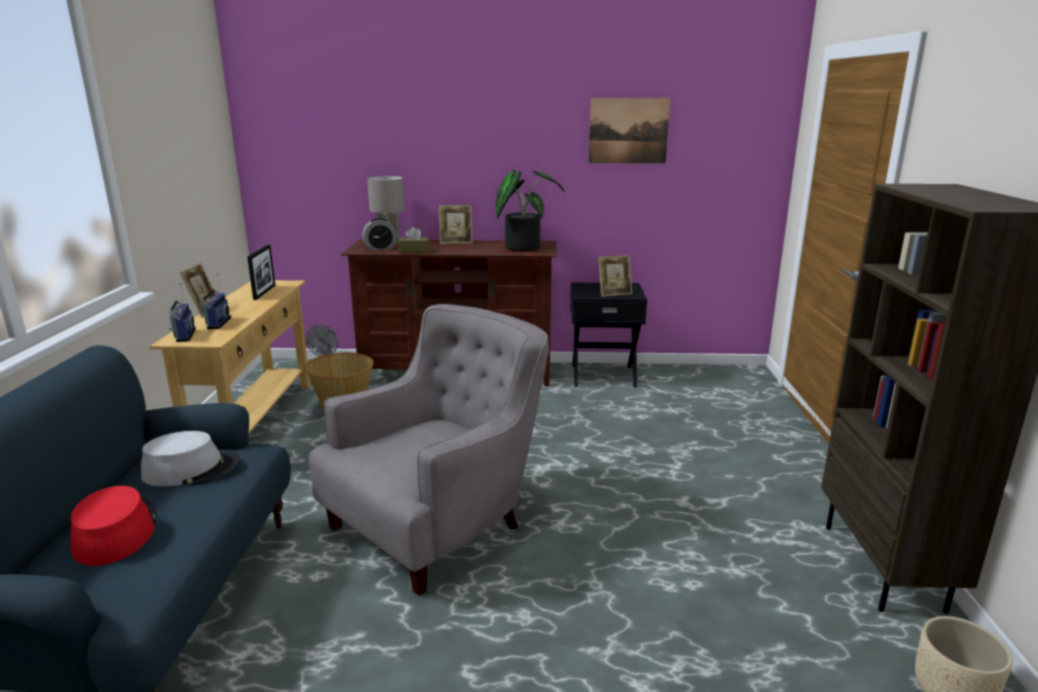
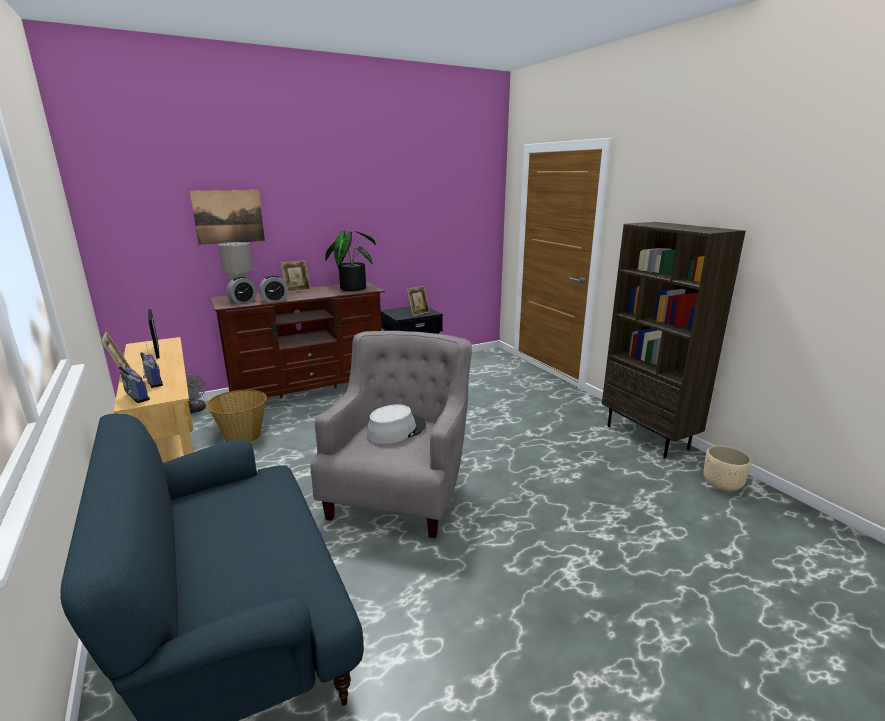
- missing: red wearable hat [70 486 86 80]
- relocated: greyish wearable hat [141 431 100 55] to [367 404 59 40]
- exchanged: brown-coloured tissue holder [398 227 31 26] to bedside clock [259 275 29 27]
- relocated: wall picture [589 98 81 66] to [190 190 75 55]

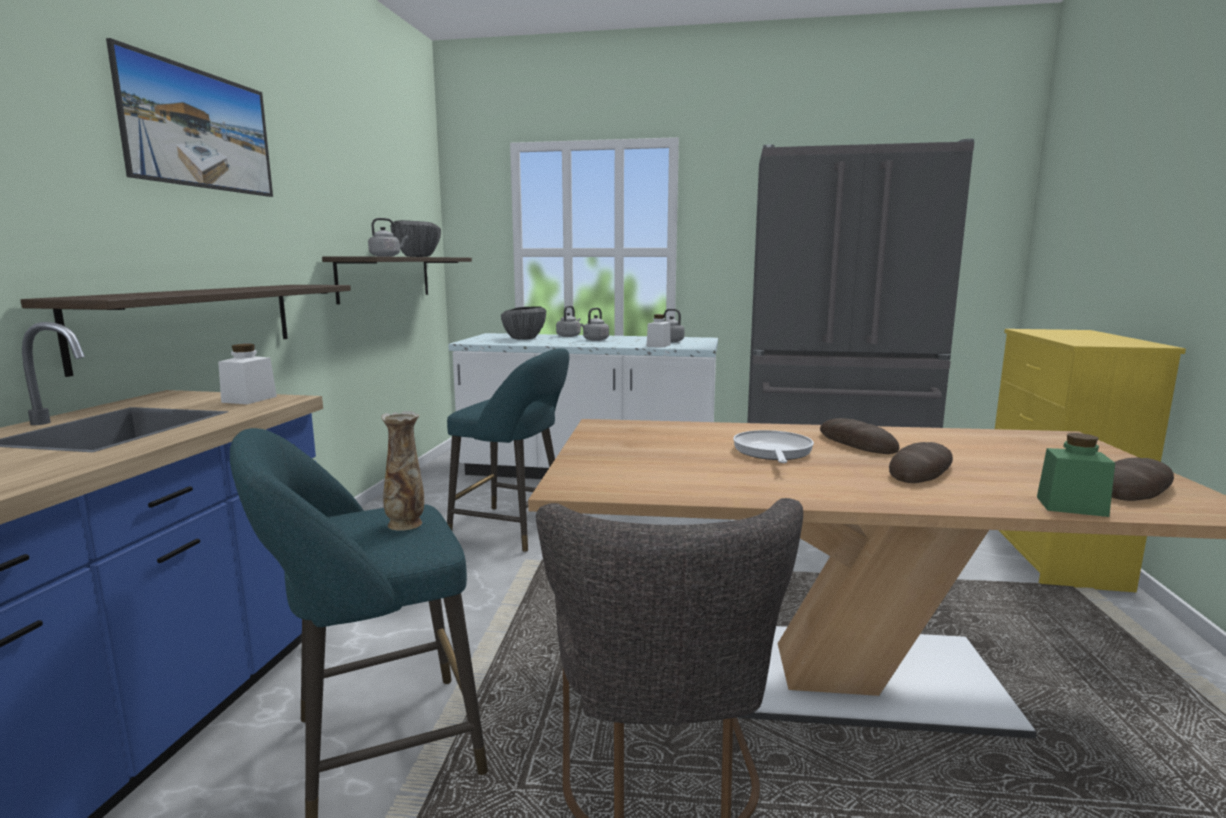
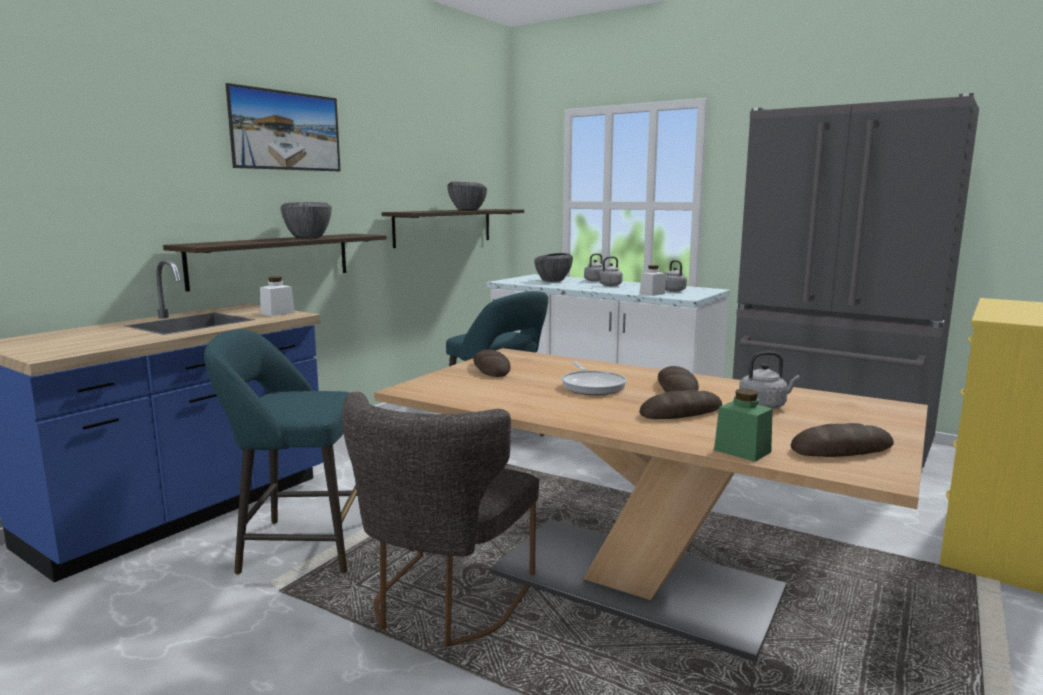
- relocated: greyish tea kettle [368 218 40 39] to [739 352 61 57]
- missing: flower vase [381 411 43 120]
- spun: frying pan [733 430 81 33] = [562 361 65 34] 135 degrees clockwise
- appeared: deep dish [280 202 52 36]
- appeared: baked bread [473 349 38 28]

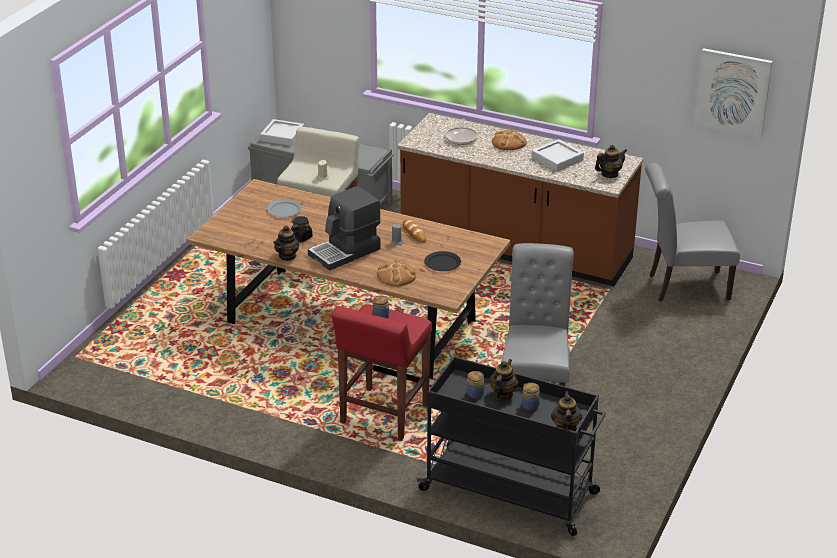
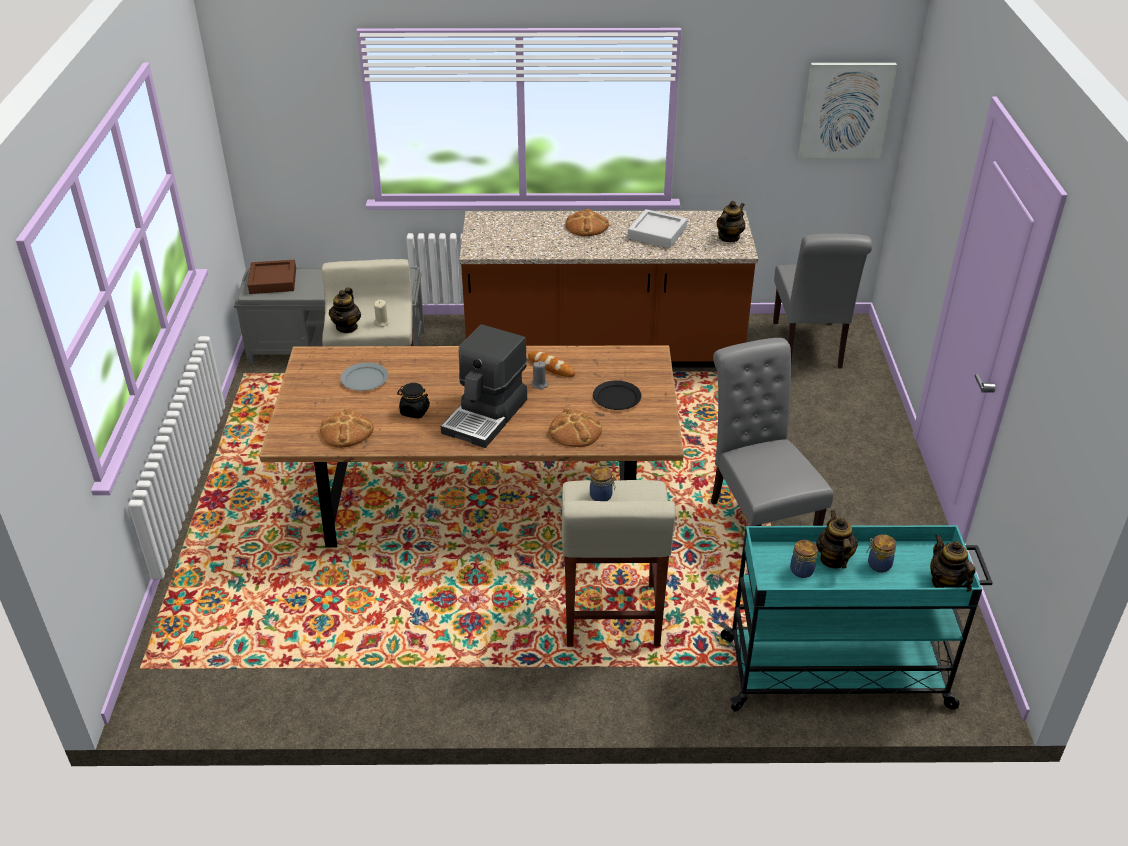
- colour: greyish tray [260 119 44 27] to brown-coloured tray [248 260 48 34]
- relocated: tea pot [273 225 27 36] to [329 287 32 46]
- colour: red sitting stool [332 304 100 137] to beige-coloured sitting stool [562 480 114 167]
- colour: blackish cart [417 357 189 179] to turquoise-coloured cart [719 525 274 187]
- missing: frying pan [445 118 33 27]
- spun: greyish chair [645 163 95 139] = [773 234 99 134] 60 degrees counterclockwise
- appeared: baked bread [320 409 54 39]

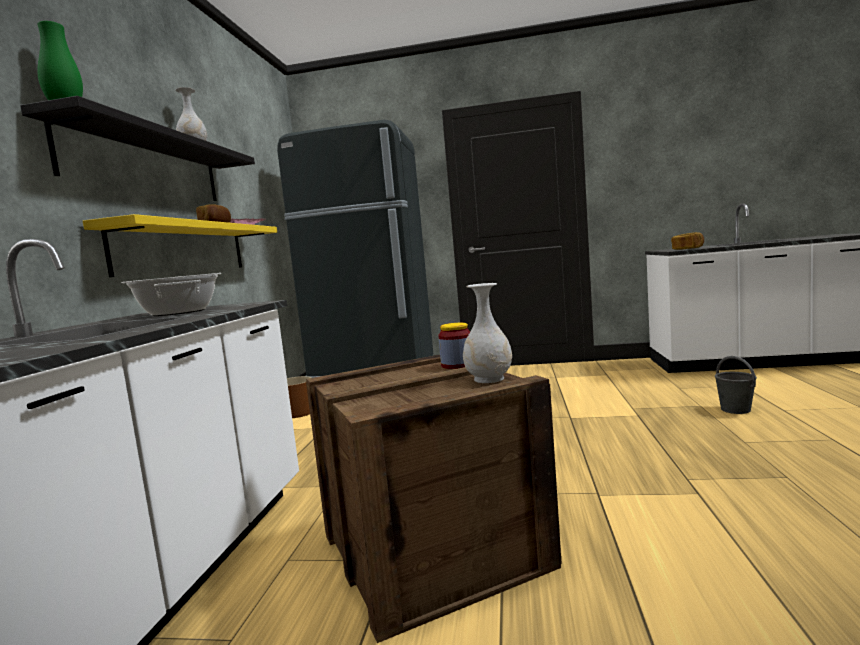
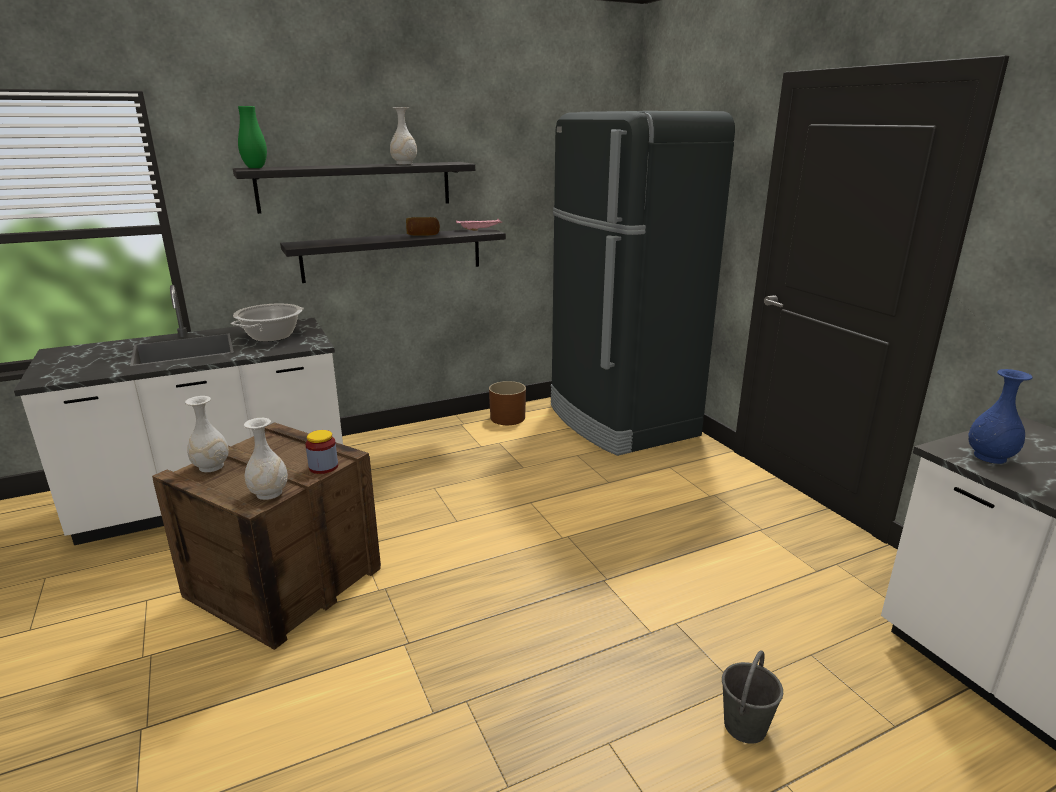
- colour: yellowish wall shelf [83 214 194 63] to blackish wall shelf [280 228 226 55]
- exchanged: baked bread [671 232 33 18] to bluish flower vase [968 369 65 95]
- appeared: white-coloured flower vase [185 396 44 76]

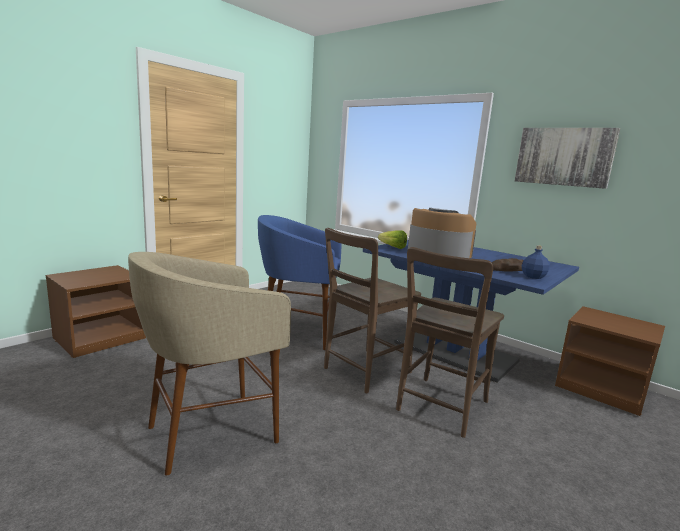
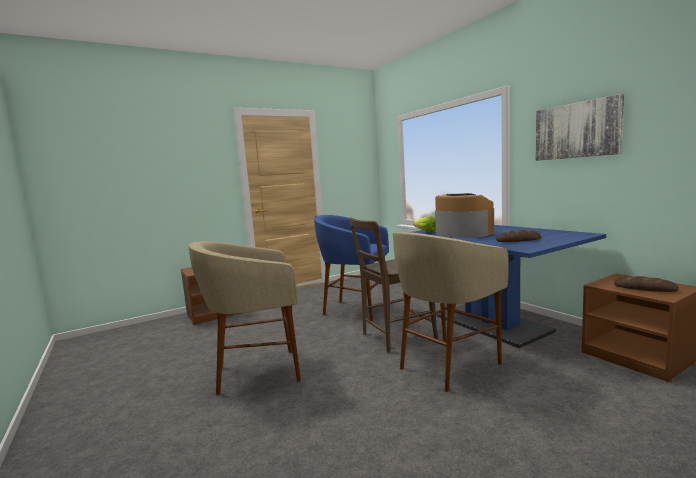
- exchanged: brown-coloured chair [396 247 108 191] to beige-coloured sitting stool [393 232 115 160]
- missing: bluish beverage bottle [522 245 28 34]
- appeared: baked bread [614 276 65 16]

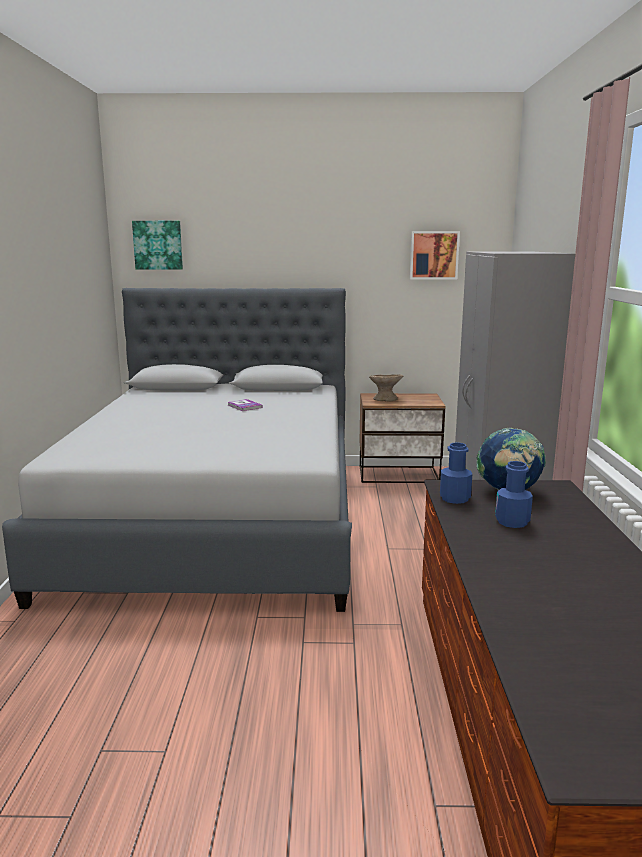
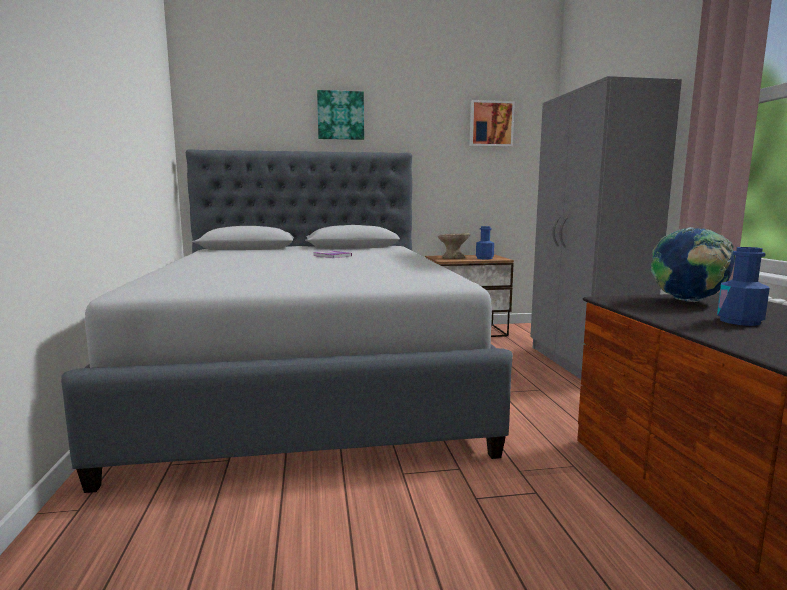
- relocated: wall picture [132 221 51 49] to [317 90 47 50]
- relocated: bluish beverage bottle [440 442 32 62] to [476 226 18 33]

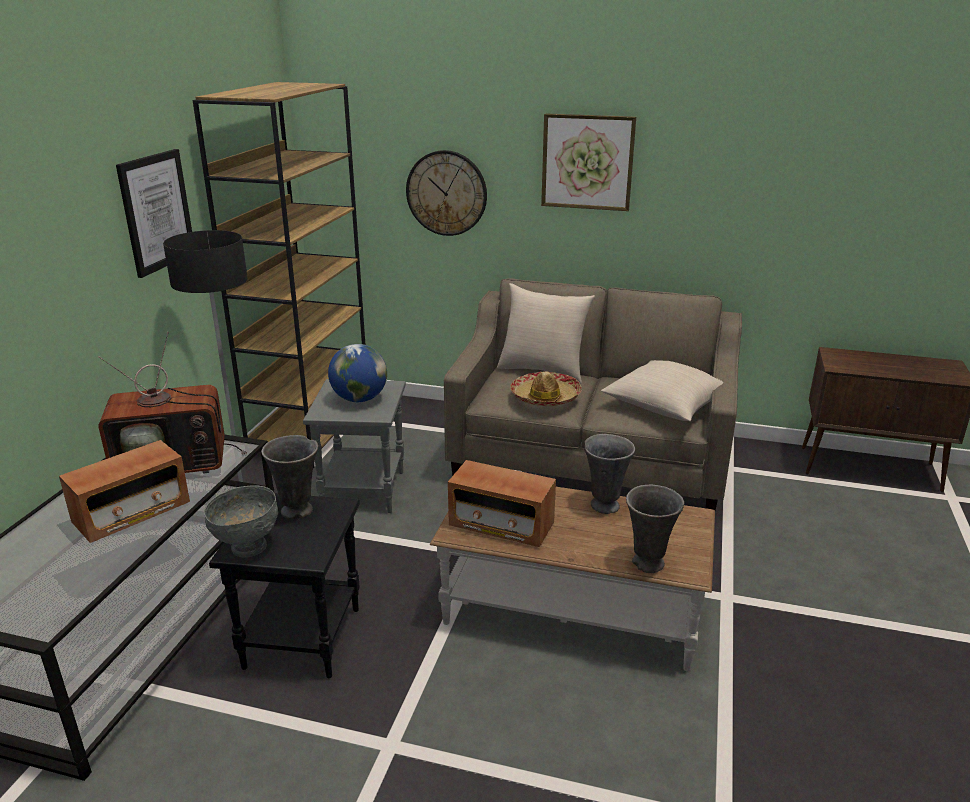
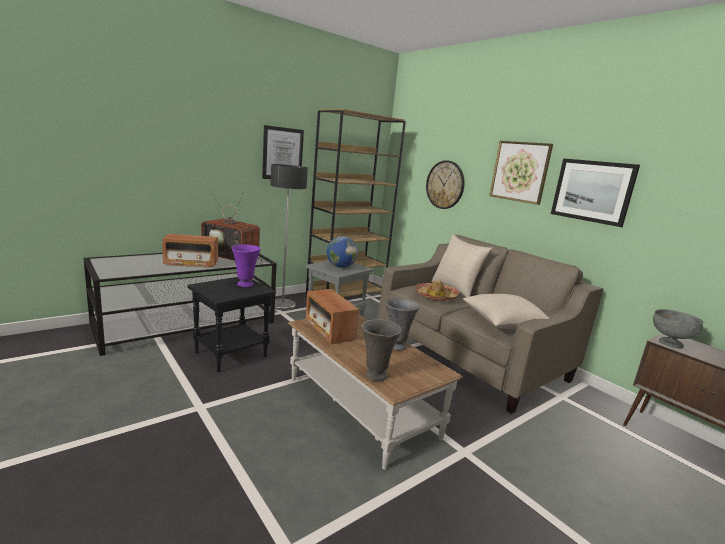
- relocated: greyish deep dish [204 485 74 72] to [653 309 51 40]
- colour: greyish flower vase [261 435 57 84] to purple flower vase [232 244 28 43]
- appeared: wall picture [551 158 89 69]

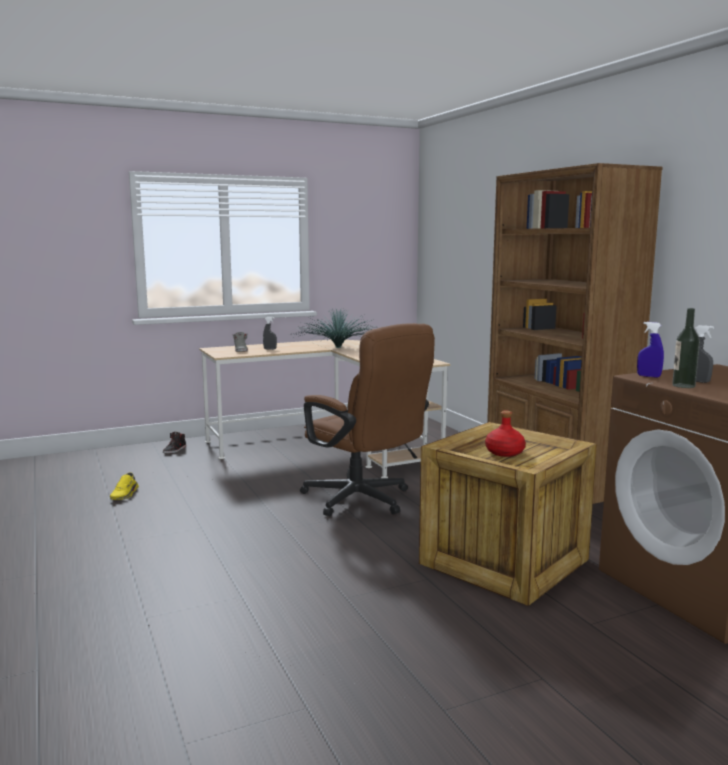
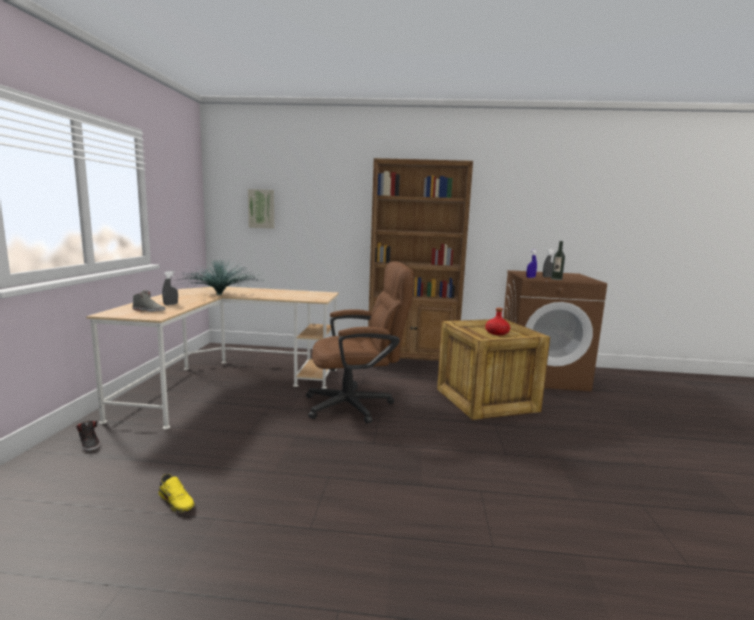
- appeared: wall picture [248 189 26 40]

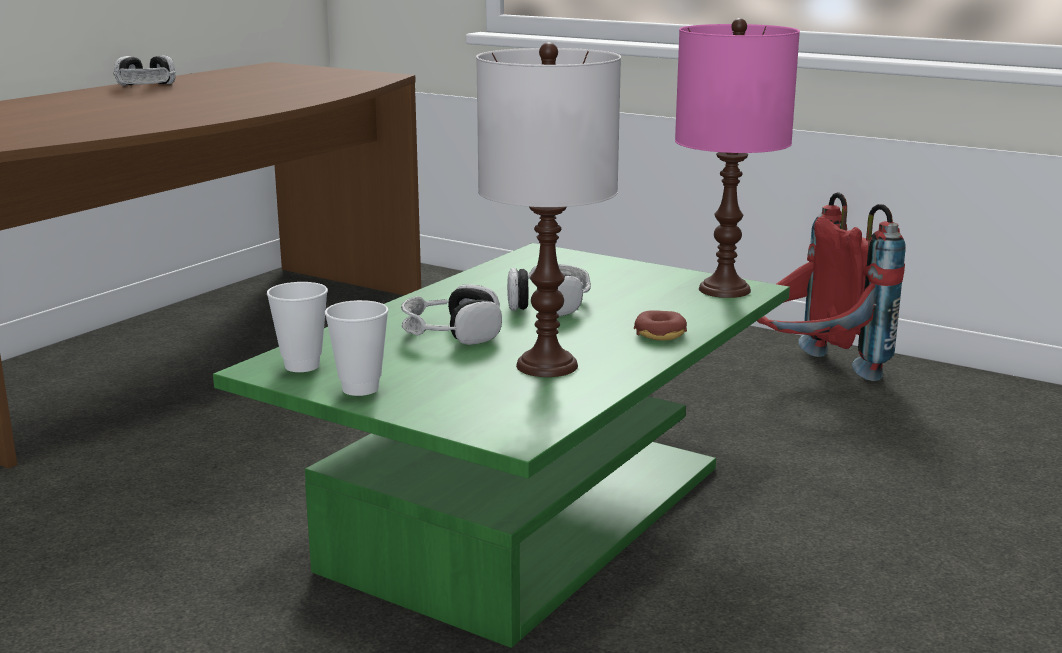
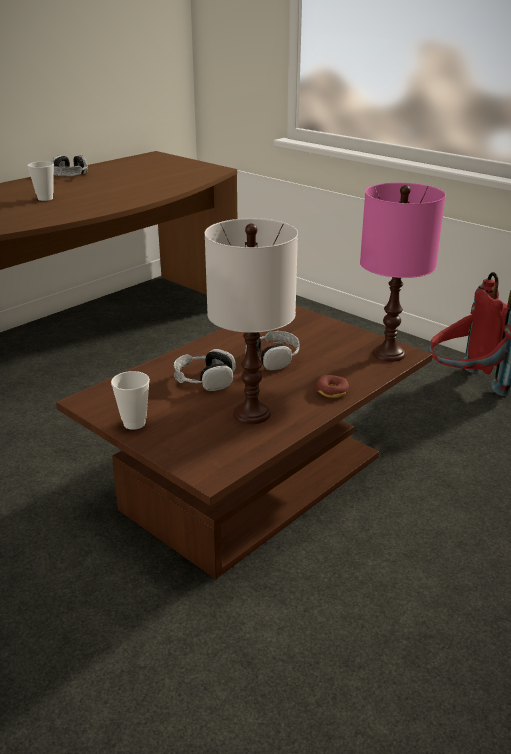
- colour: green low table [213 243 577 405] to brown-coloured low table [56 305 377 274]
- relocated: drinking cup [267 282 61 90] to [27 161 27 40]

